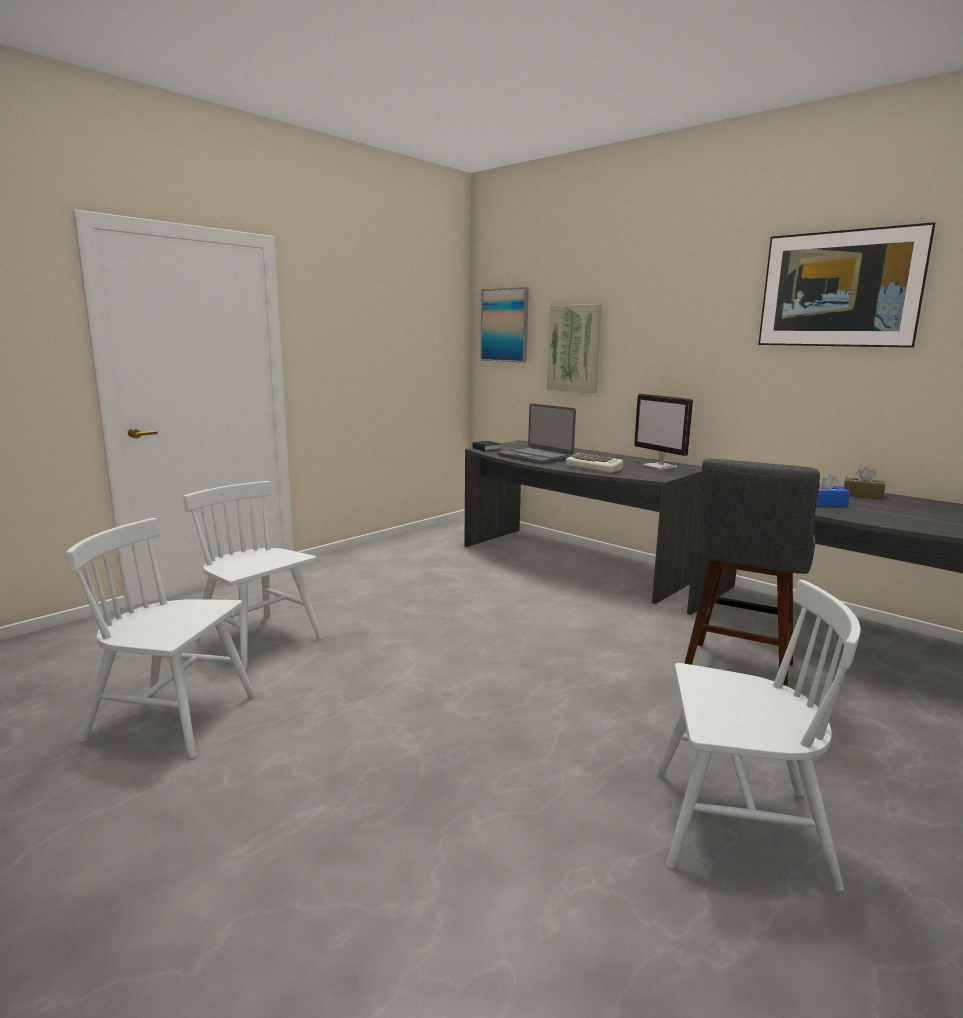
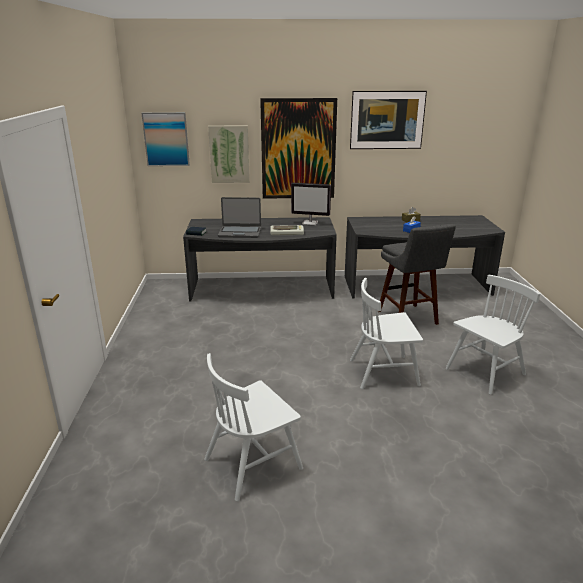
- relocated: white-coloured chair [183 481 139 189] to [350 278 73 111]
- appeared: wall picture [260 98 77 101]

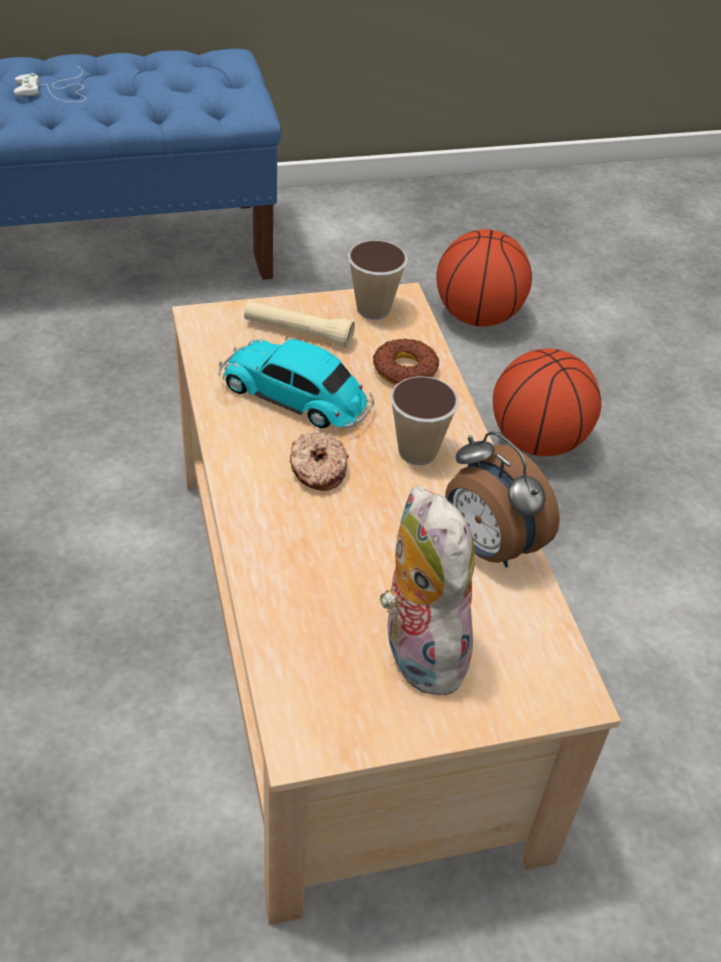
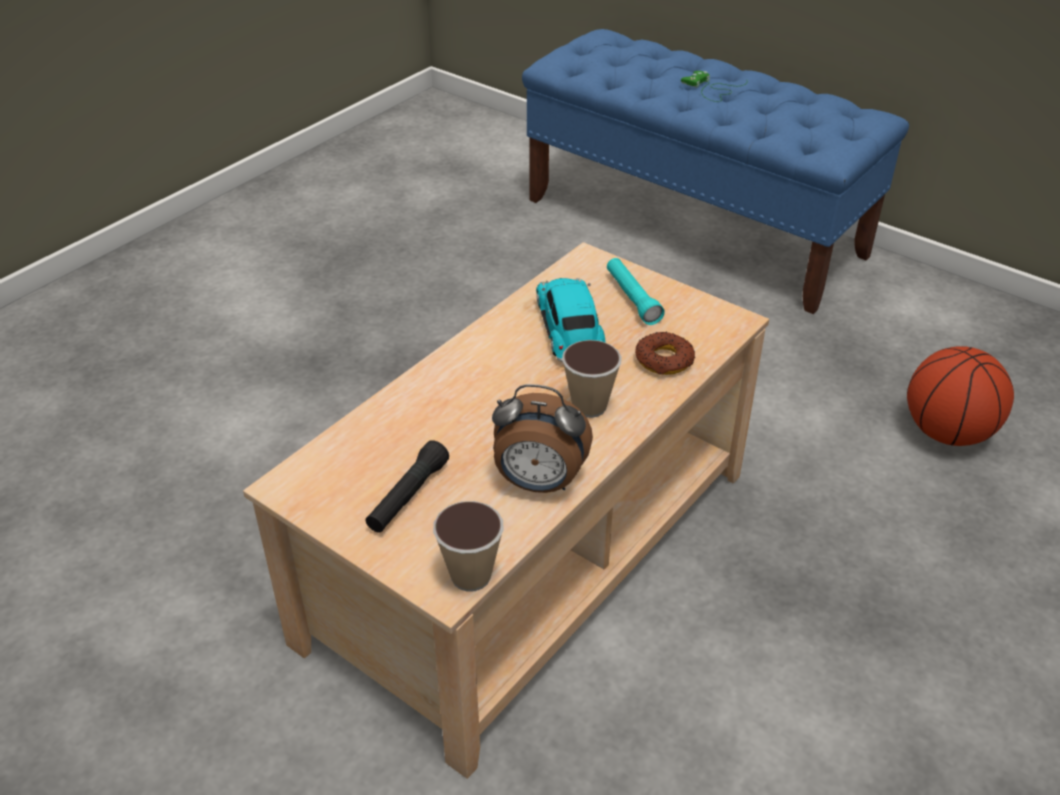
- colour: white-coloured gamepad [14 66 72 36] to green gamepad [681 71 66 31]
- colour: beige-coloured hand torch [244 300 111 48] to turquoise-coloured hand torch [607 258 58 67]
- missing: doughnut [290 432 59 59]
- relocated: drinking cup [348 240 60 80] to [433 501 71 91]
- exchanged: soft toy [380 486 96 209] to blackish hand torch [366 440 83 93]
- spun: bedside clock [445 431 115 137] = [492 384 101 109] 90 degrees counterclockwise
- missing: ball for basketball [493 349 108 107]

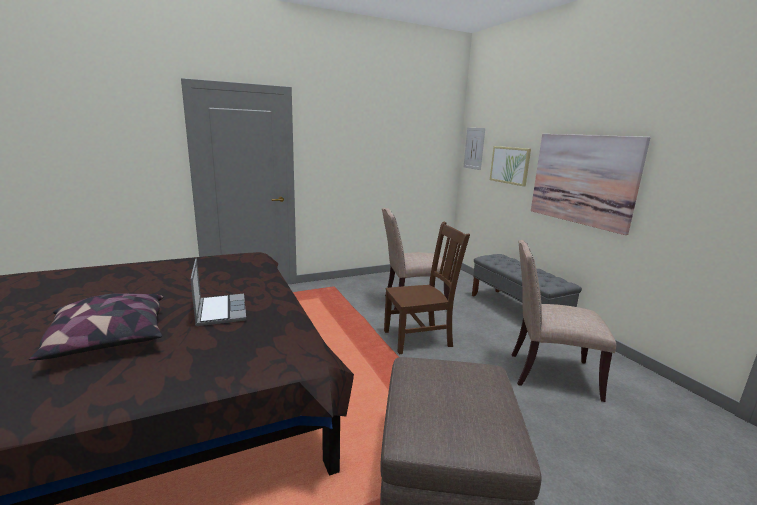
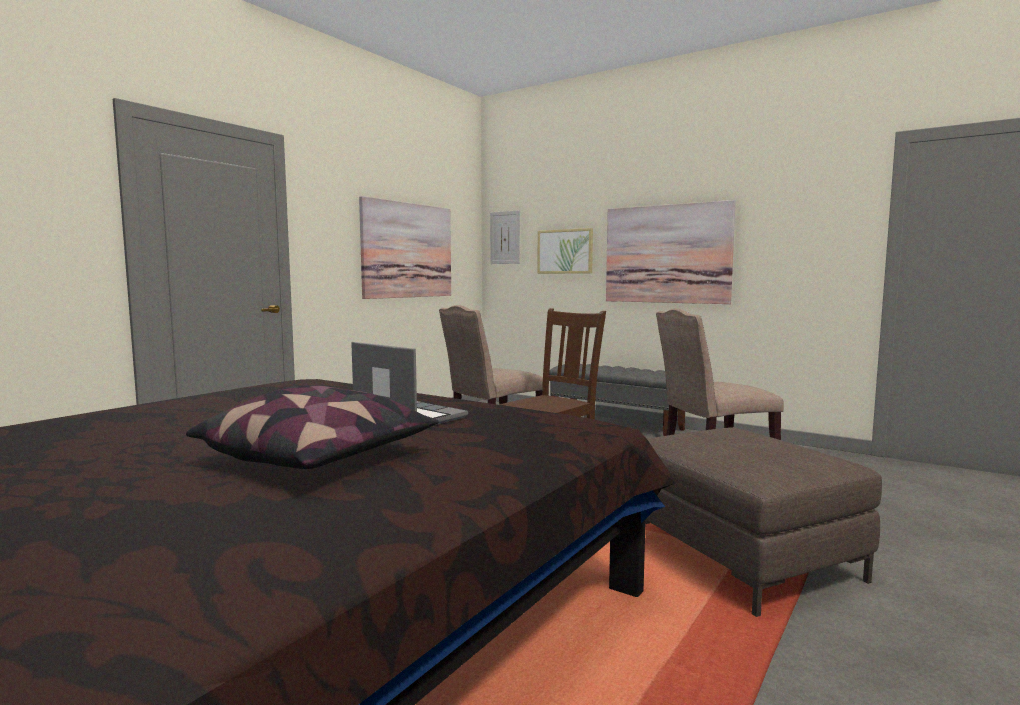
- appeared: wall picture [359 196 92 103]

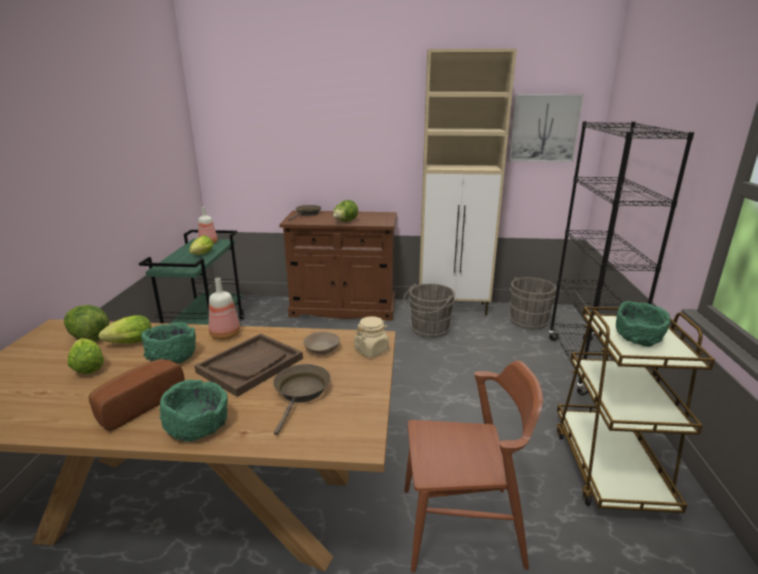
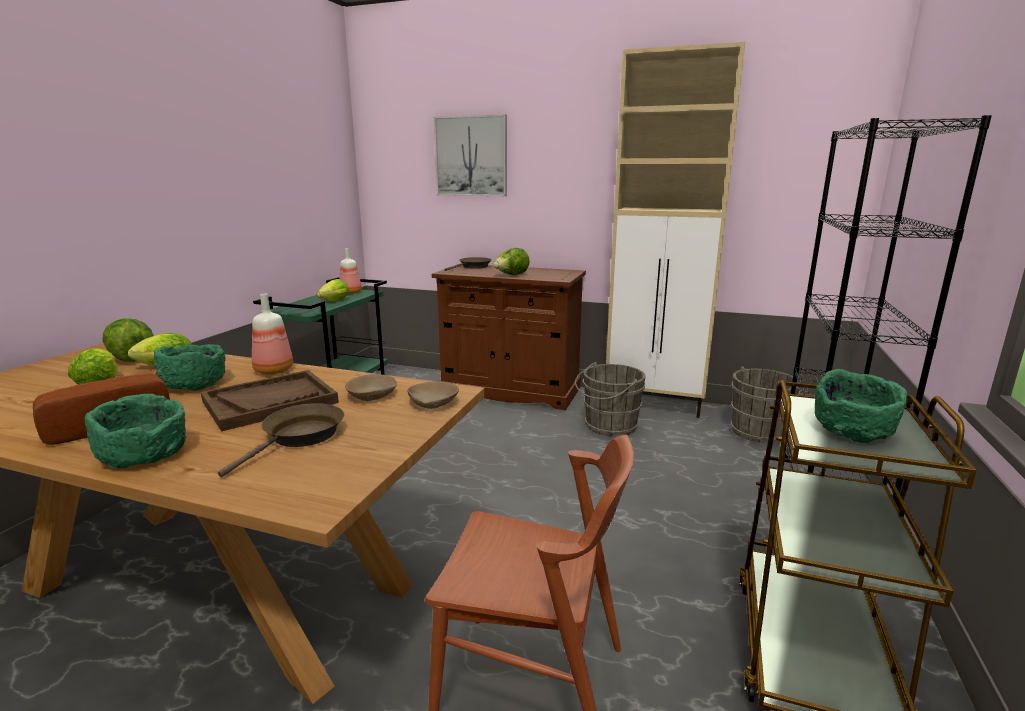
- exchanged: beige-coloured jar [354 316 35 41] to beige-coloured deep dish [407 382 52 27]
- relocated: wall picture [509 94 75 68] to [434 114 73 82]

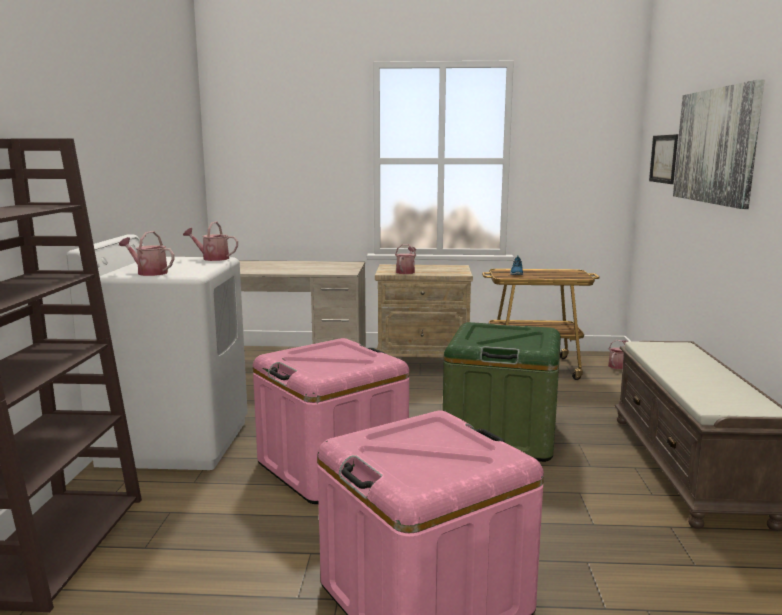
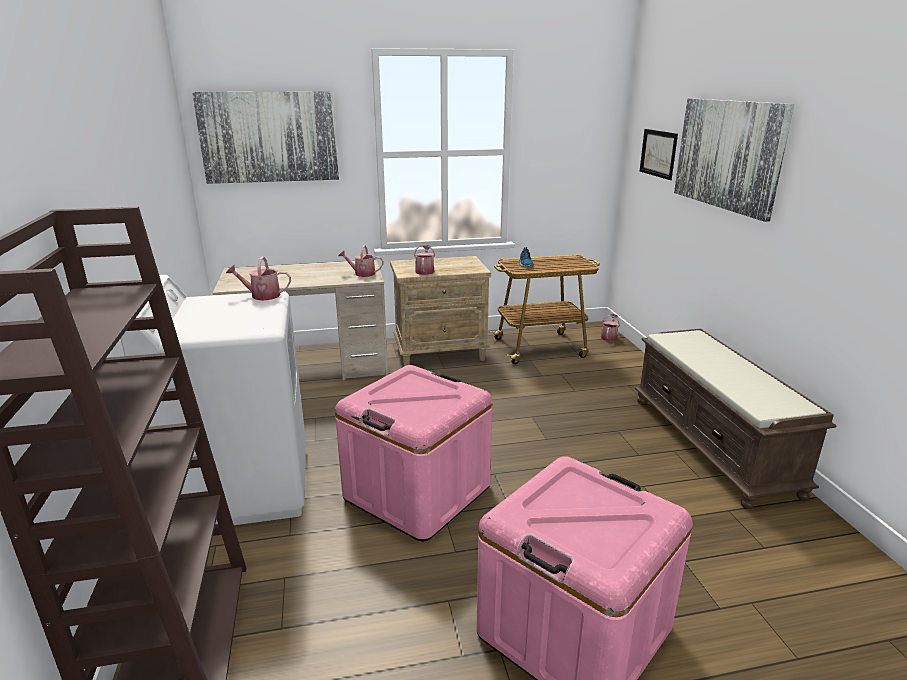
- relocated: sprinkling can [119 231 55 45] to [338 245 46 32]
- missing: green storage bin [443 322 118 140]
- appeared: wall picture [192 91 147 93]

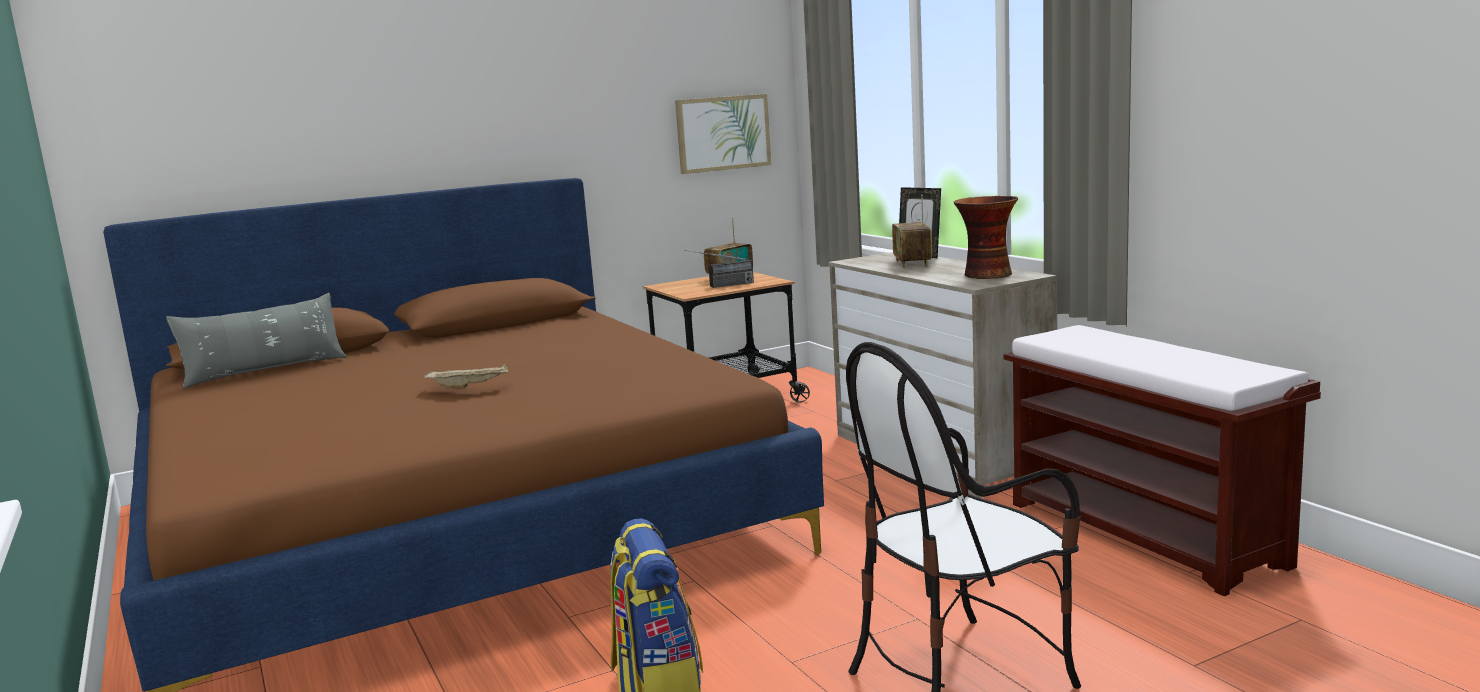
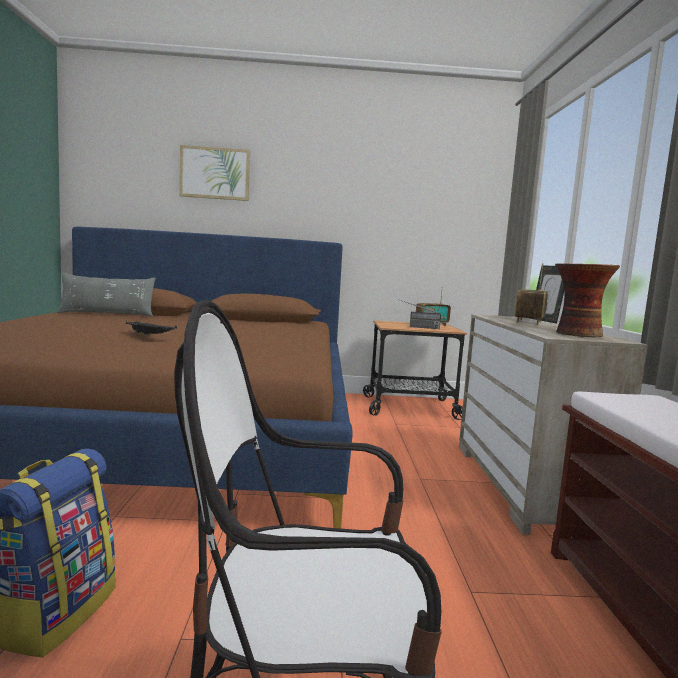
- colour: beige-coloured tray [424 364 84 25] to blackish tray [126 321 51 15]
- relocated: wall picture [675 94 96 80] to [179 145 71 56]

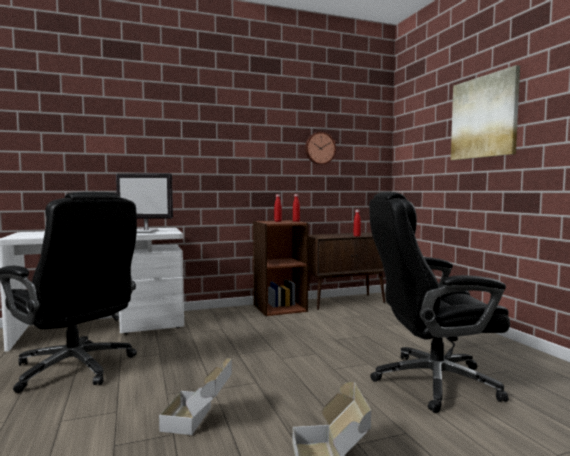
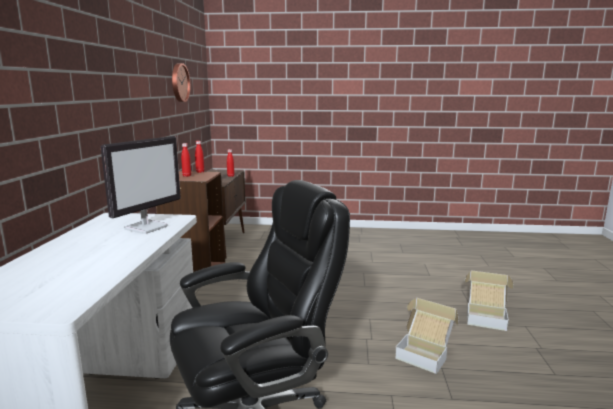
- missing: blackish computer chair [369 192 141 221]
- missing: wall picture [451 65 69 95]

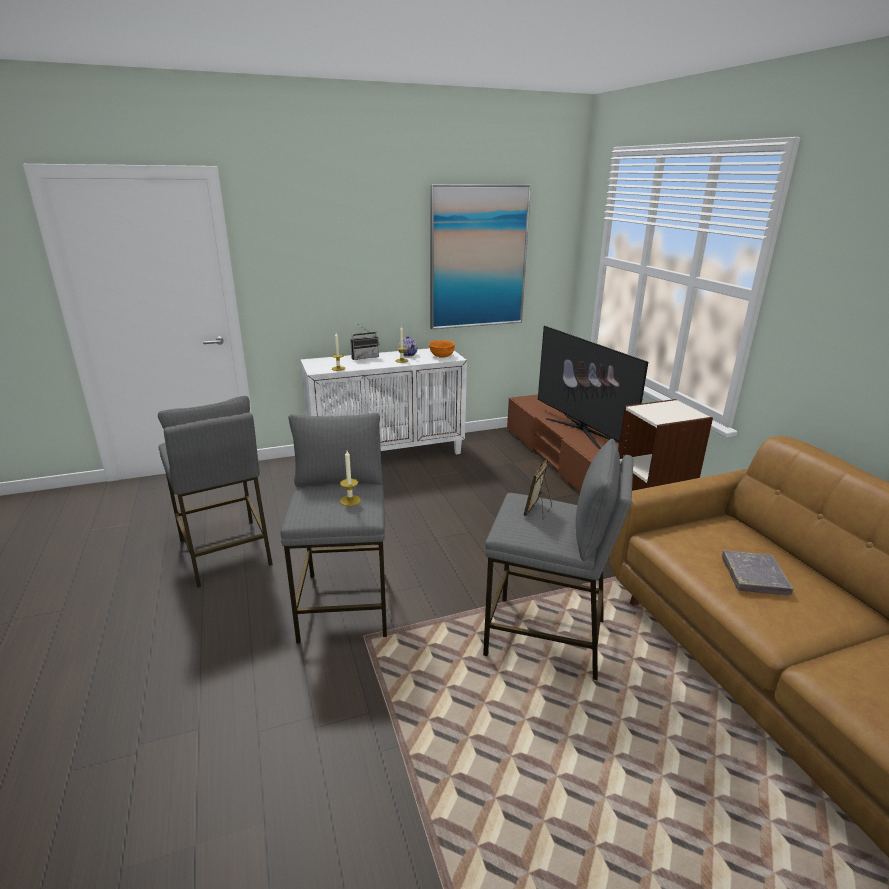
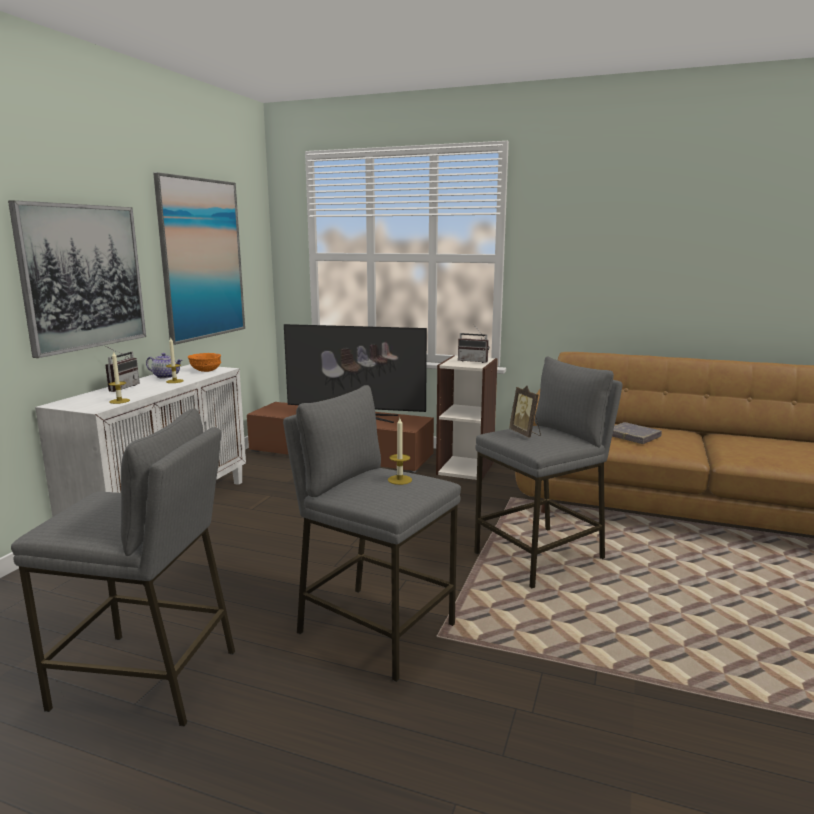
- appeared: wall picture [8 200 138 158]
- appeared: radio receiver [458 325 31 38]

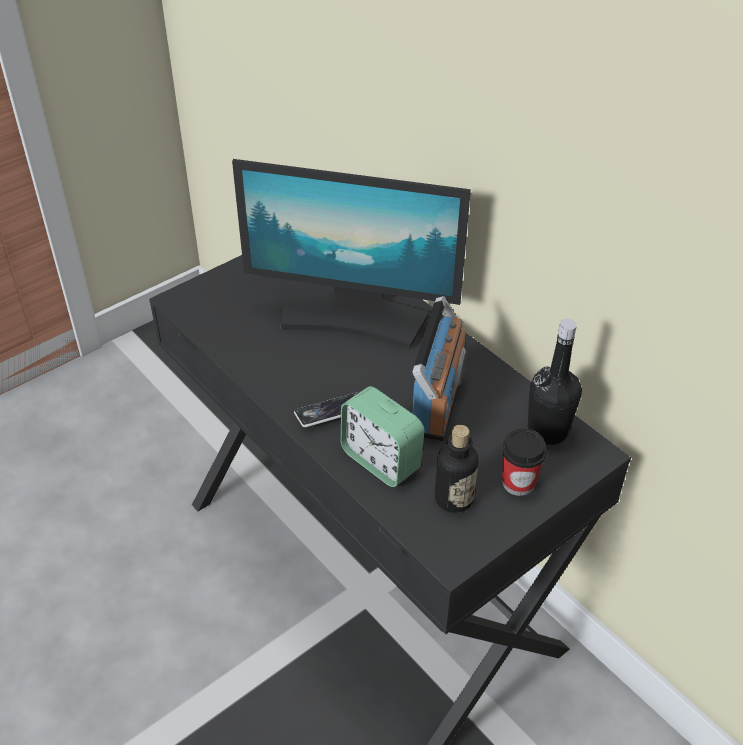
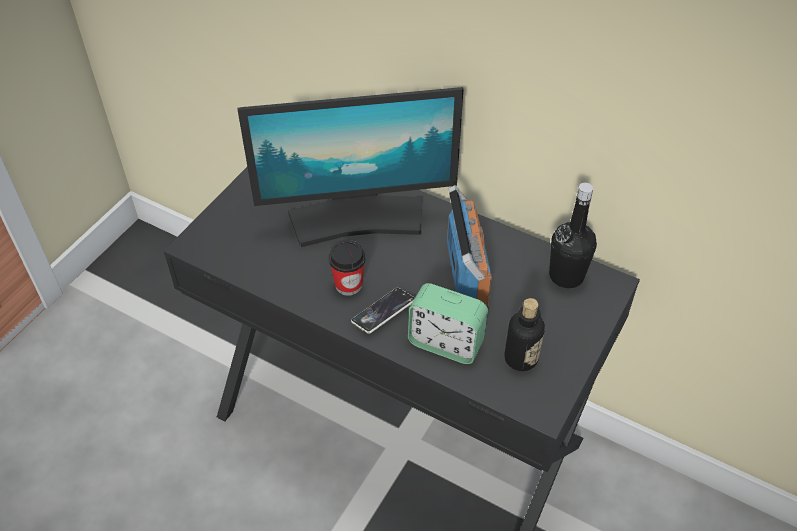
- relocated: drinking cup [502 429 45 67] to [329 240 36 56]

